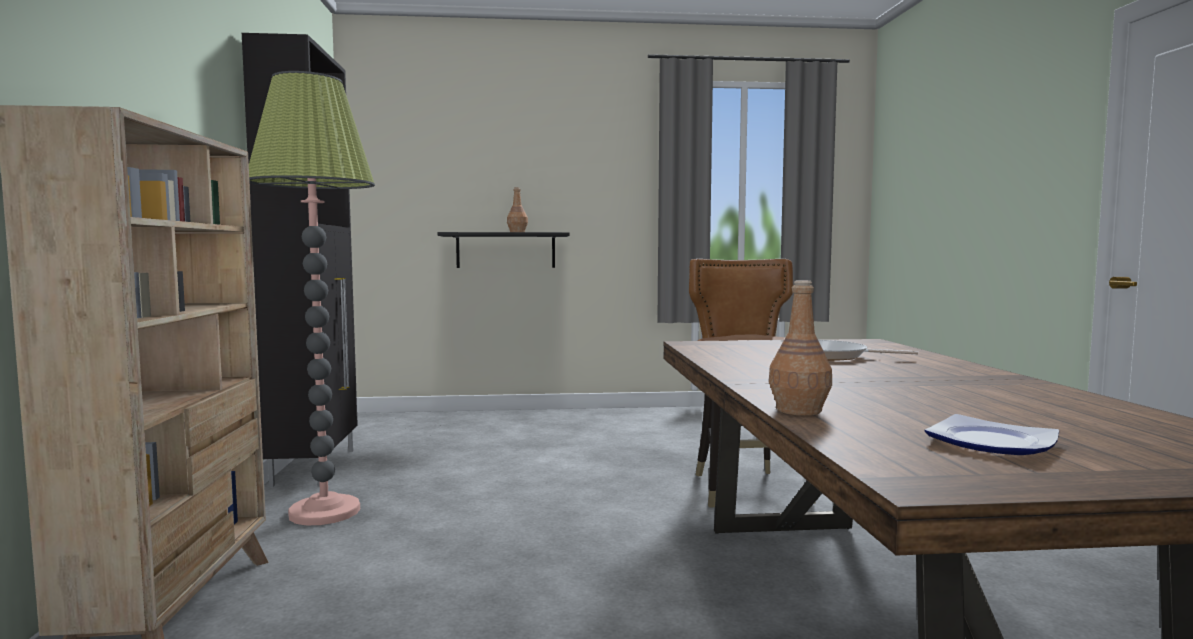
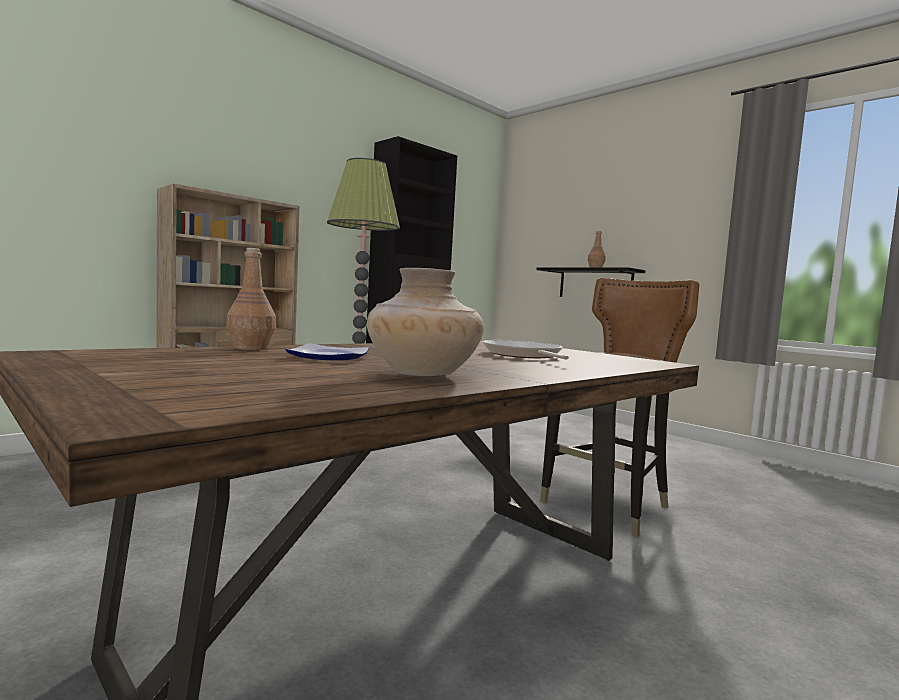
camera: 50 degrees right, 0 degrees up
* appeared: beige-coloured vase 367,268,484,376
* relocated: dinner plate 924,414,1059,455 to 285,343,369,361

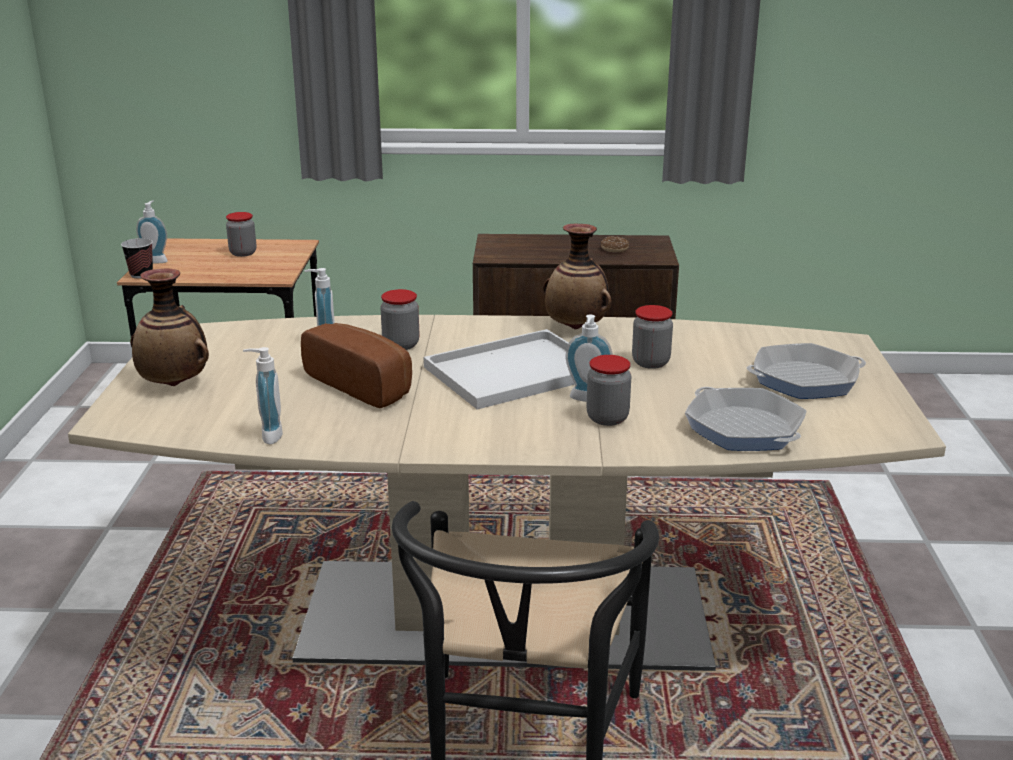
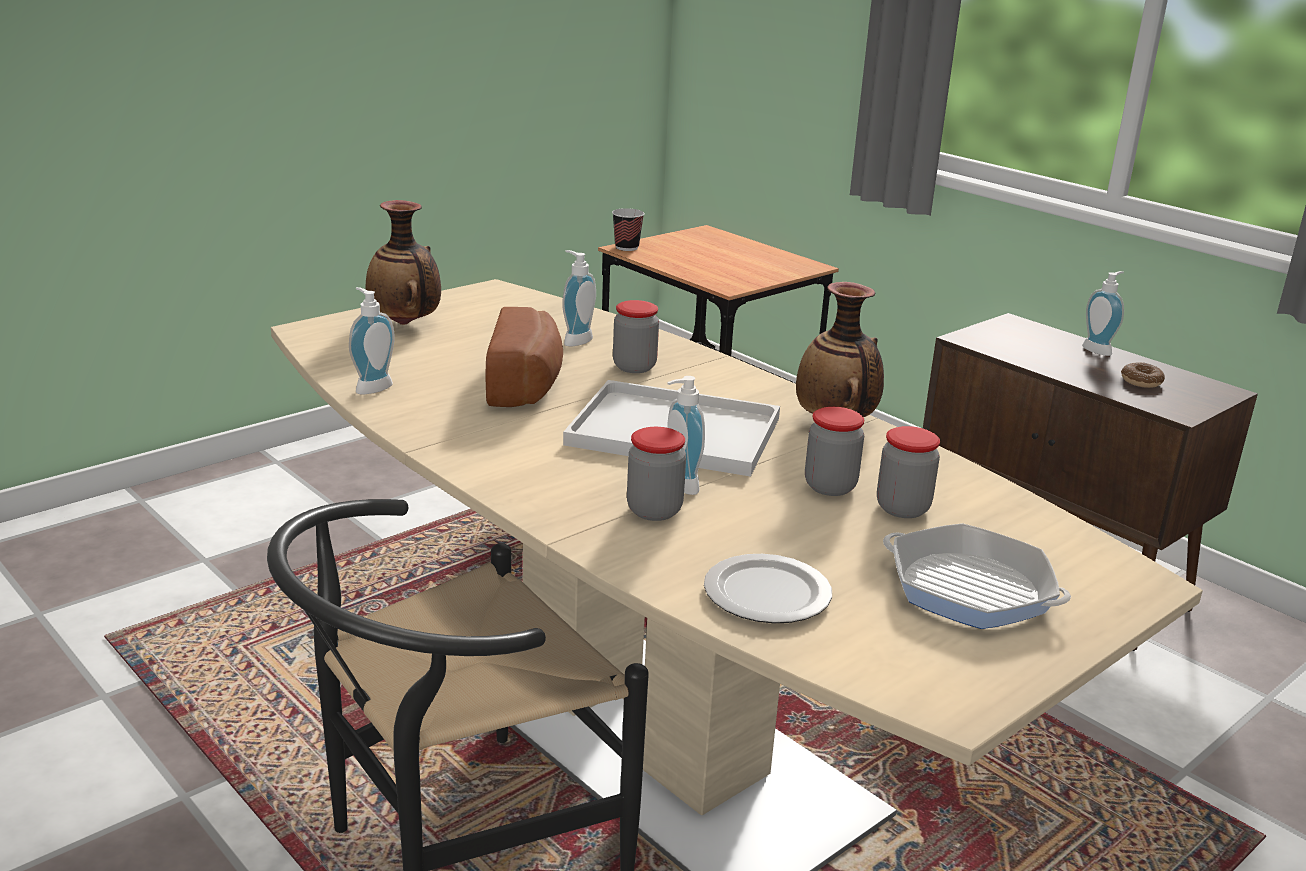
camera: 45 degrees right, 0 degrees up
* relocated: soap dispenser 136,200,168,263 to 1082,271,1124,356
* relocated: preserve jar 226,212,256,257 to 877,426,940,518
* exchanged: frying pan 685,387,806,451 to dinner plate 704,554,832,624

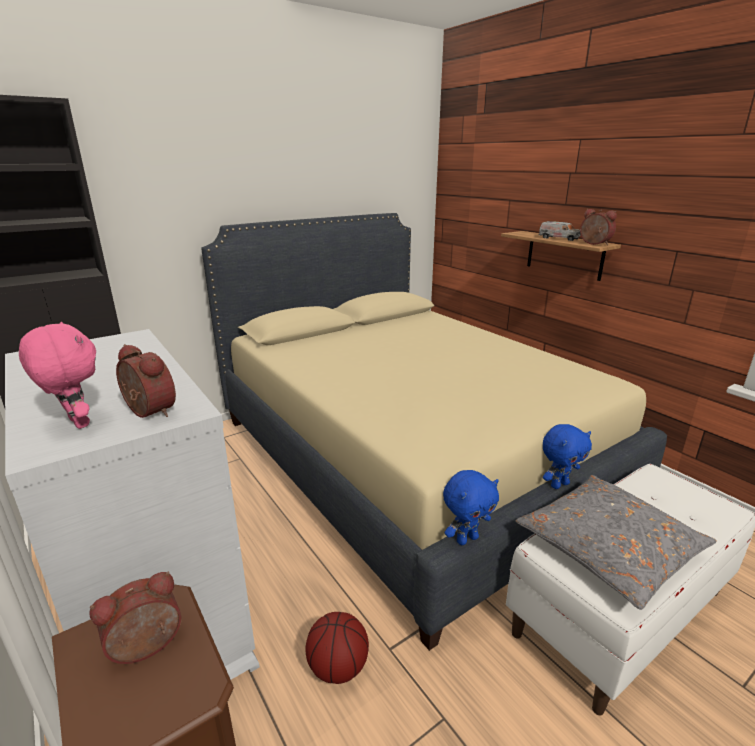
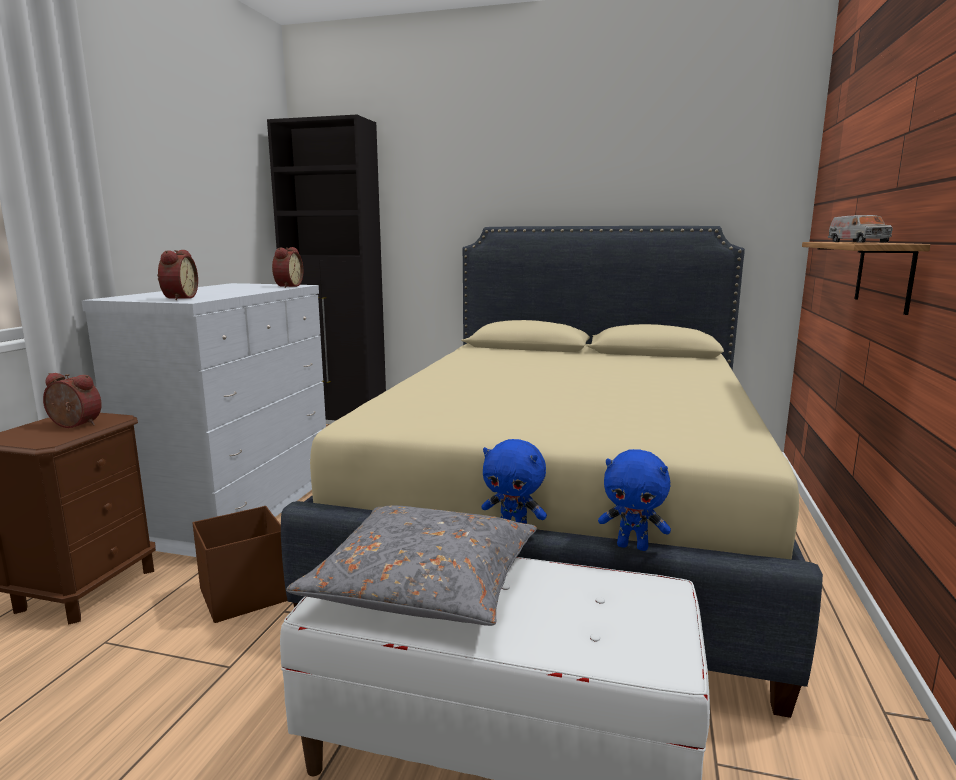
camera: 50 degrees right, 10 degrees down
* missing: pink-coloured plush toy 19,322,96,429
* relocated: blue-coloured plush toy 443,470,499,545 to 598,449,671,551
* relocated: table clock 580,209,617,245 to 272,247,303,288
* exchanged: basketball 306,612,369,684 to brown-coloured storage box 192,506,288,623

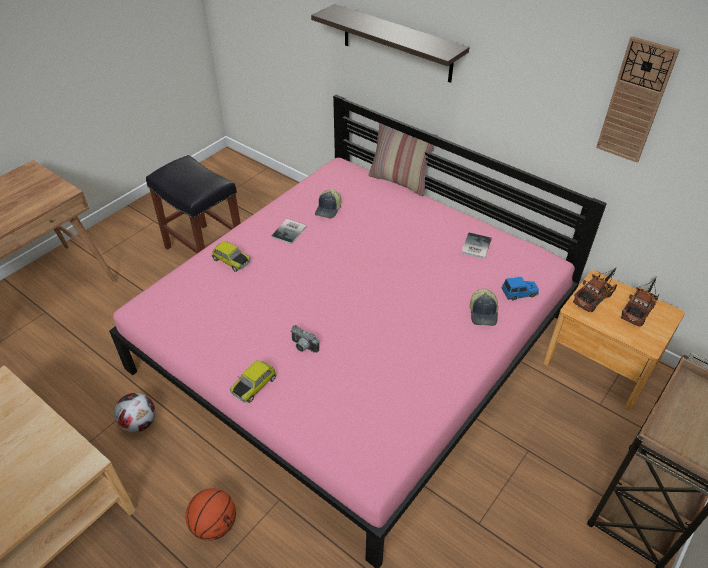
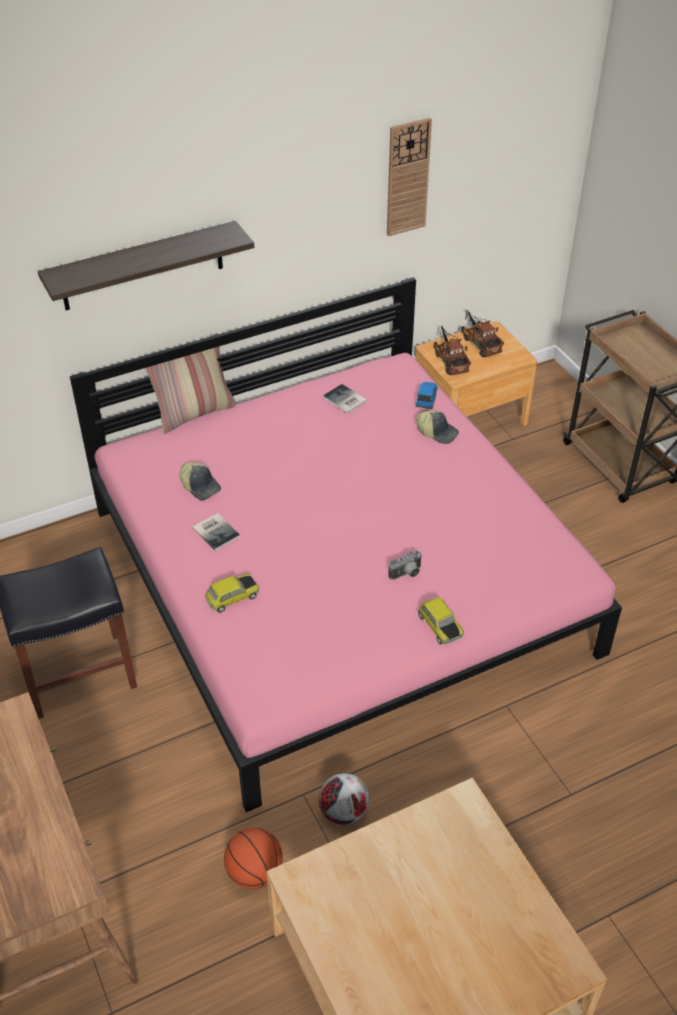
camera: 65 degrees left, 0 degrees up
* relocated: basketball 186,488,236,541 to 224,828,283,889

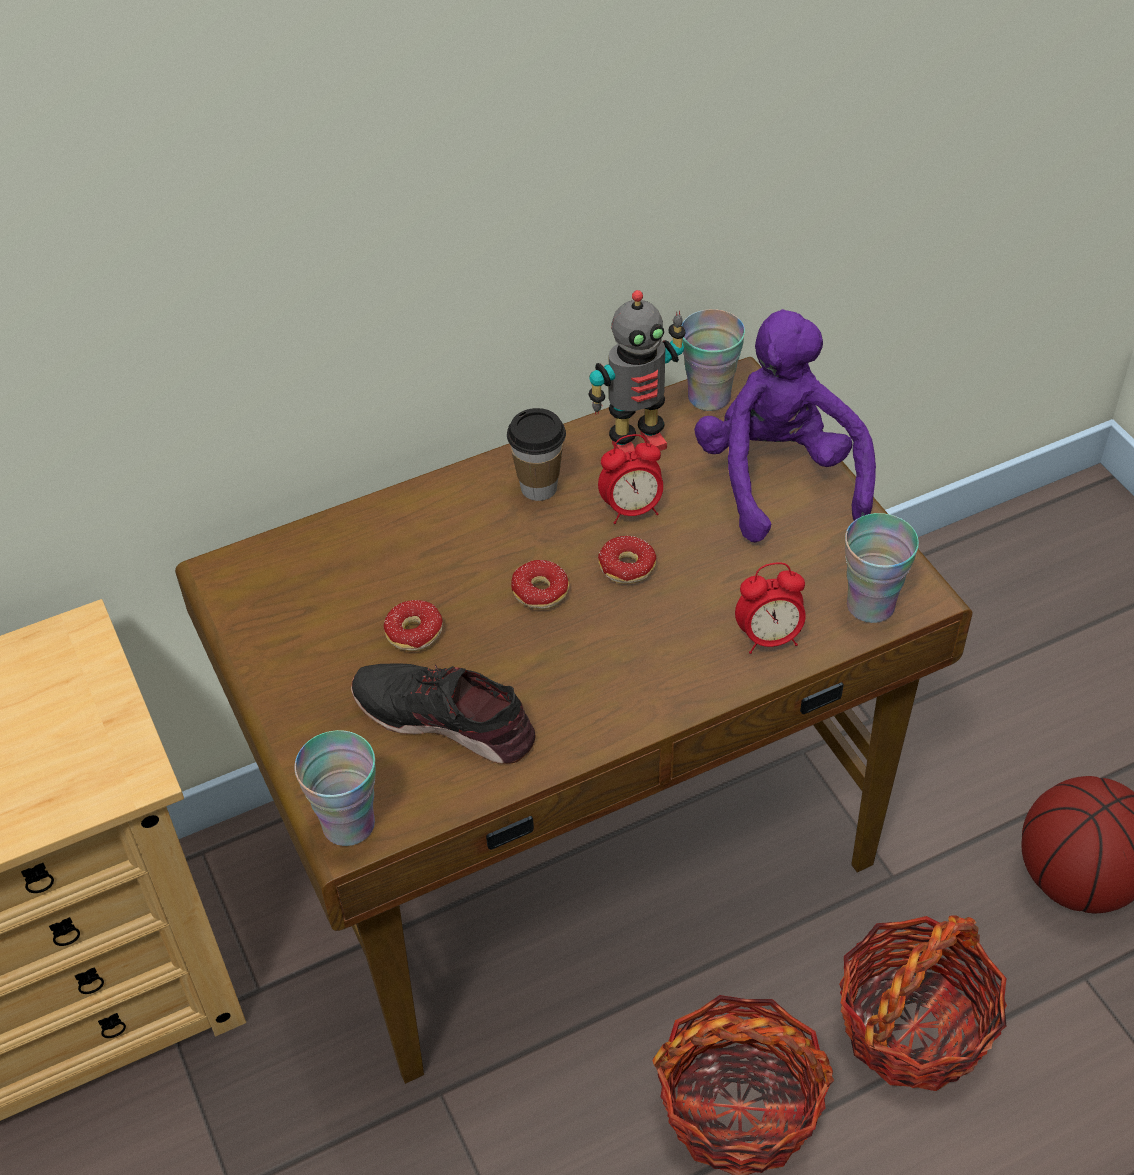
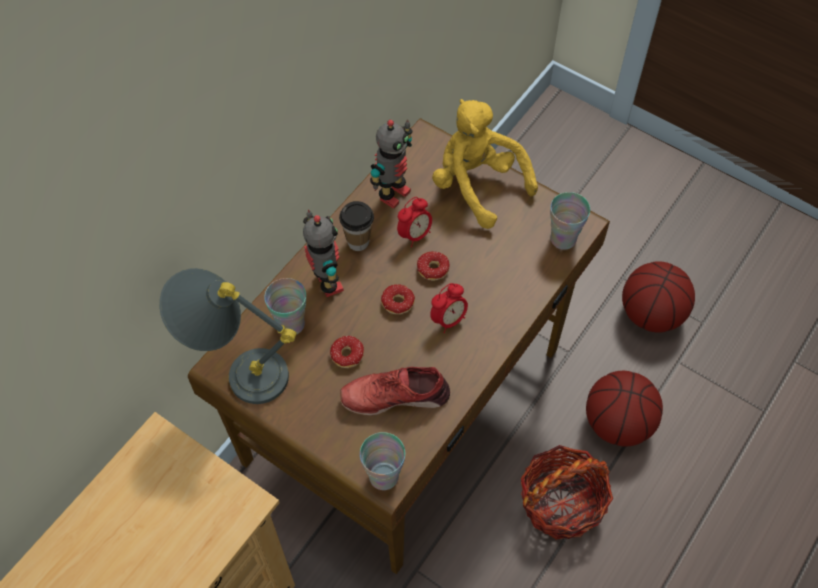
camera: 30 degrees left, 10 degrees up
* appeared: grey table lamp 159,268,297,404
* appeared: robot figure 303,210,344,297
* relocated: small cup 682,309,745,411 to 264,278,306,335
* relocated: table clock 735,562,806,654 to 430,283,468,333
* exchanged: household basket 839,915,1007,1091 to basketball 586,371,663,447
* colour: black item of footwear 351,663,535,764 to reddish item of footwear 340,367,450,416
* colour: purple plush toy 694,309,876,543 to yellow plush toy 432,99,538,229

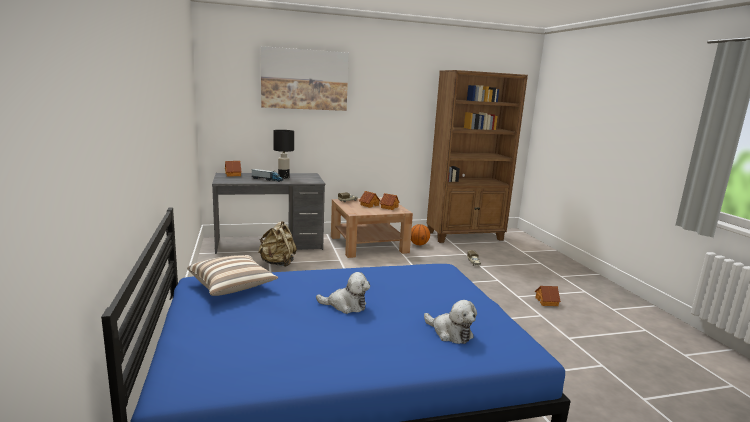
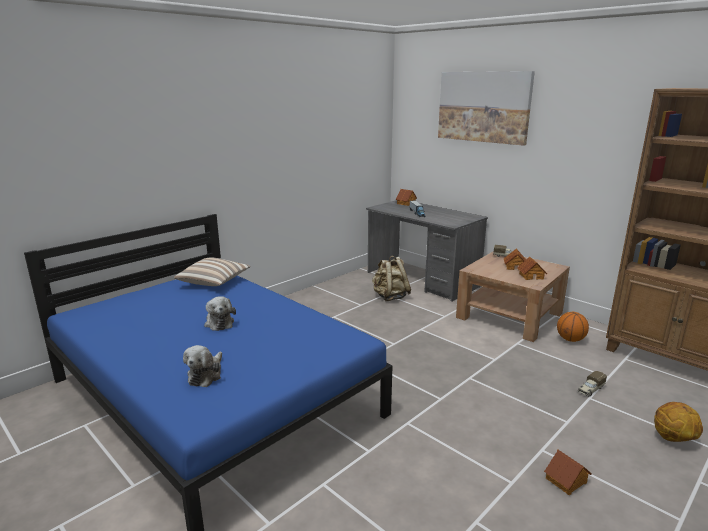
camera: 60 degrees right, 5 degrees up
* missing: black table lamp 273,130,294,179
* appeared: basketball 654,402,703,442

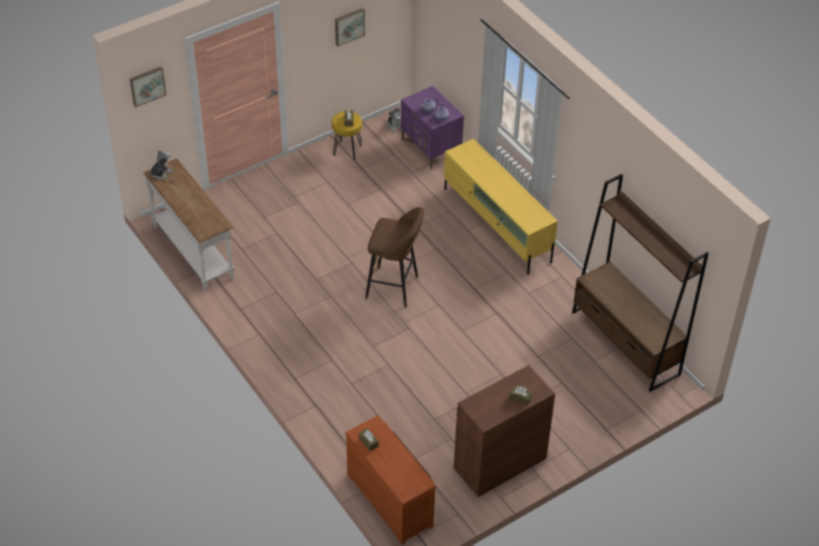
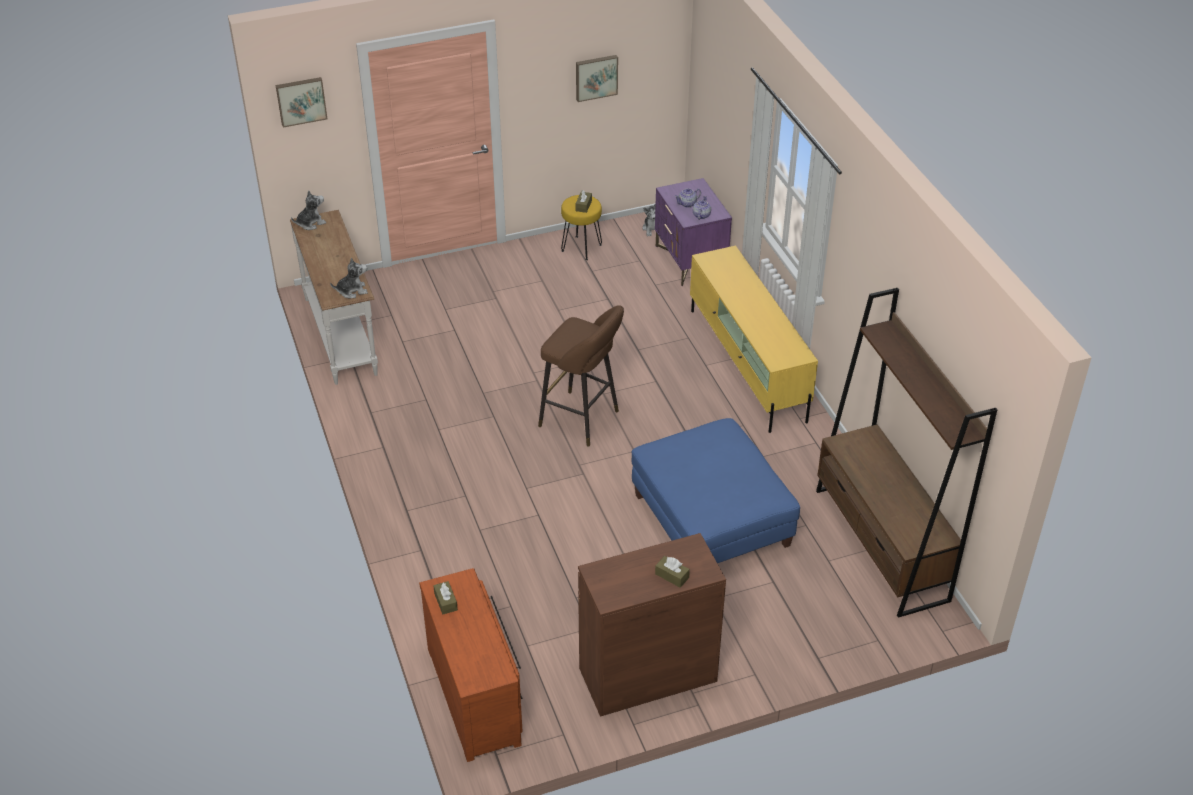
camera: 15 degrees right, 5 degrees down
* appeared: plush toy 330,257,368,298
* appeared: blue-coloured footrest 632,418,800,563

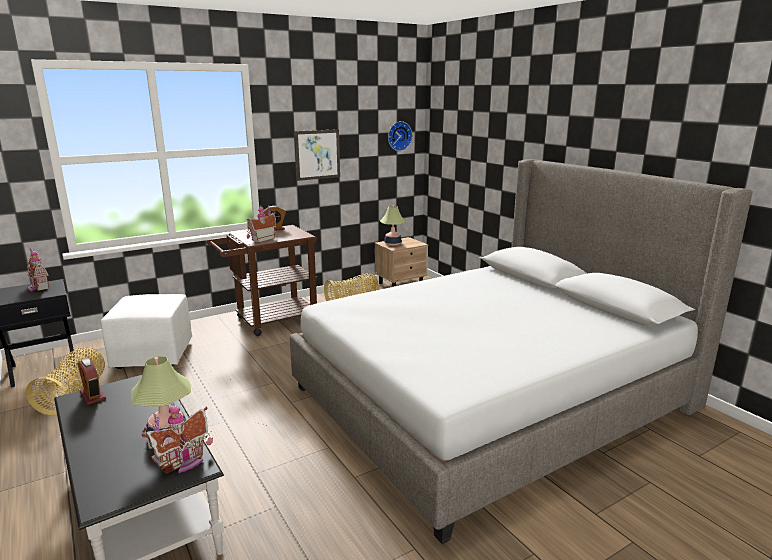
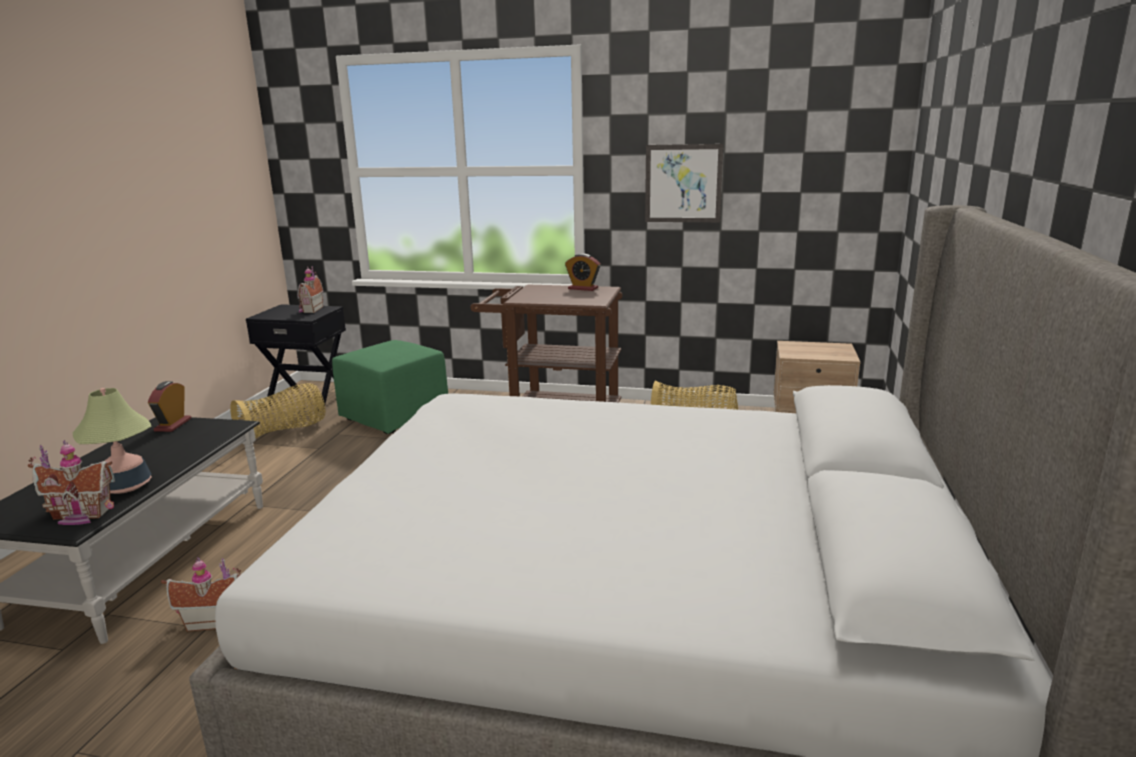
camera: 45 degrees right, 0 degrees up
* missing: table lamp 380,205,406,246
* missing: clock on the wall 388,121,412,151
* relocated: miniature house 247,205,276,243 to 161,557,241,632
* colour: white footrest 101,294,192,369 to greenish footrest 332,340,448,434

